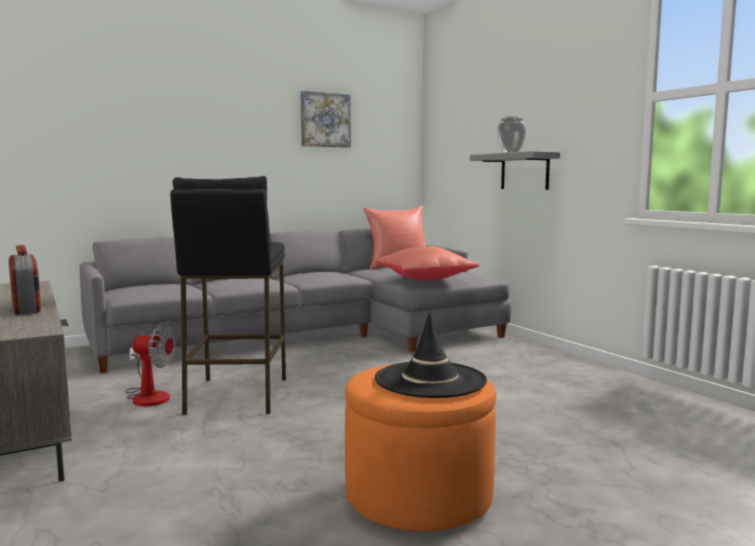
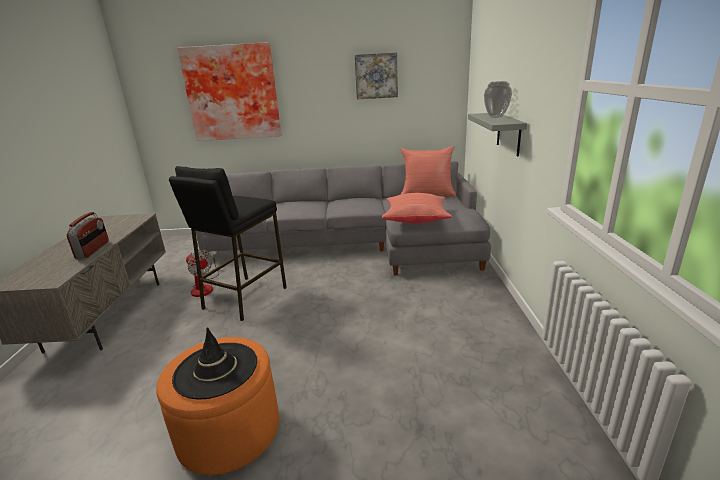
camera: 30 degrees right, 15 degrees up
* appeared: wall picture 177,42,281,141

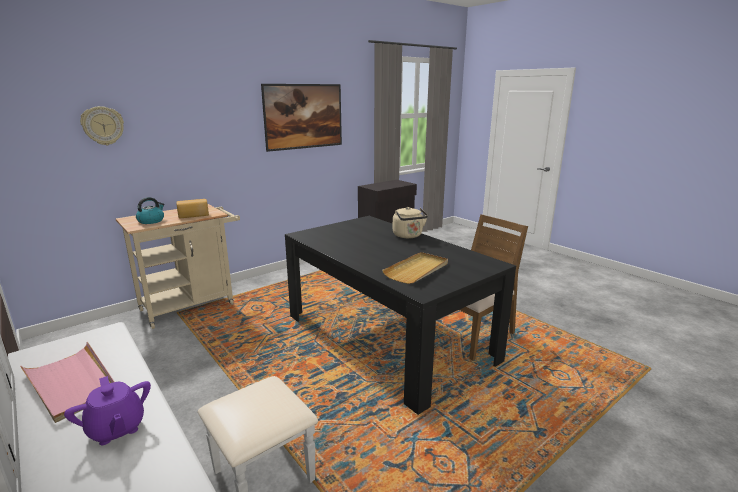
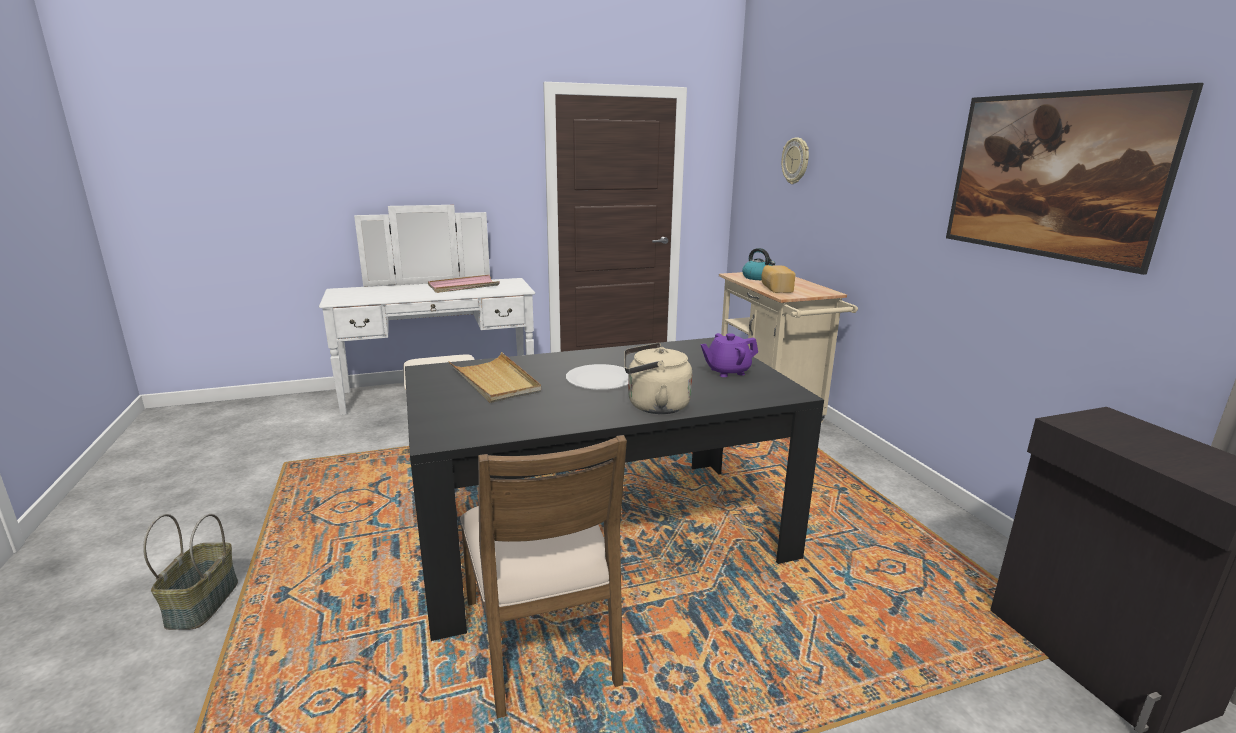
camera: 110 degrees right, 0 degrees up
* appeared: household basket 143,514,238,630
* appeared: white dinner plate 566,364,629,390
* relocated: purple teapot 64,376,151,445 to 700,333,758,377

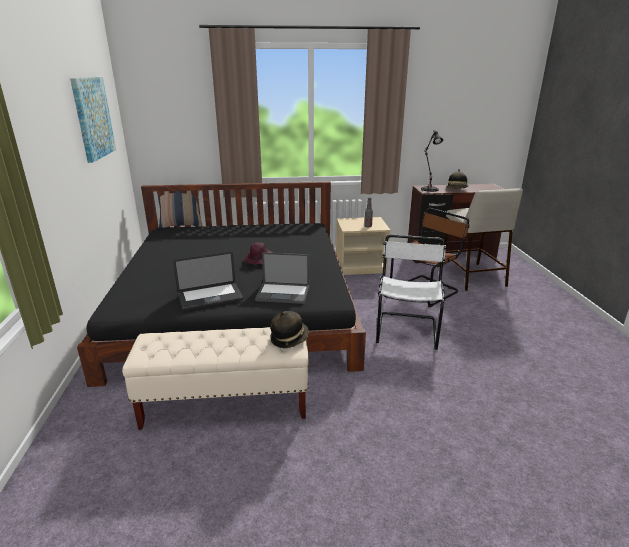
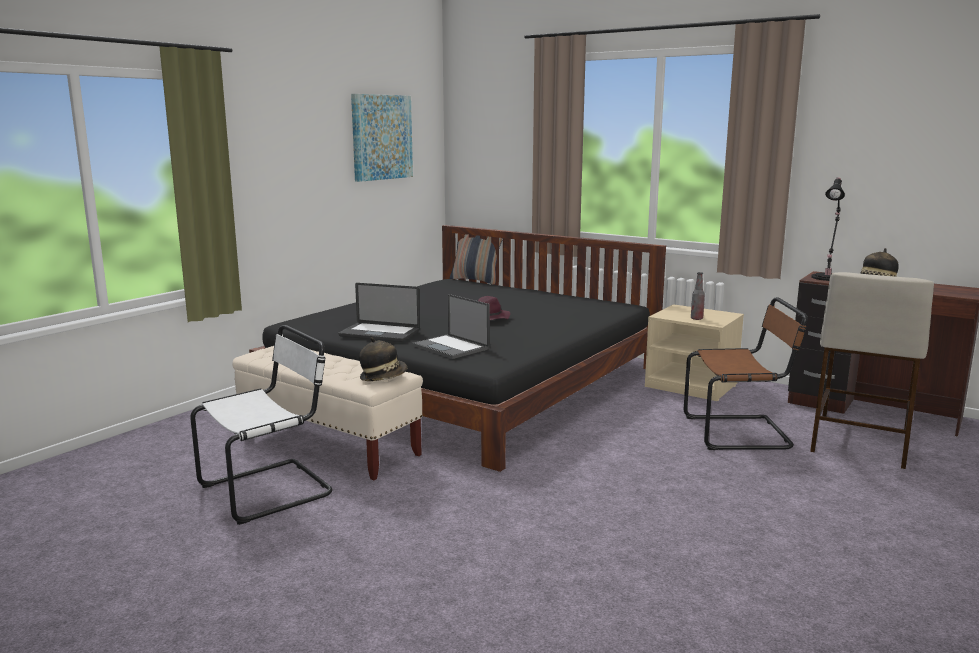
camera: 40 degrees right, 10 degrees down
* relocated: white chair 376,235,447,350 to 190,325,333,525

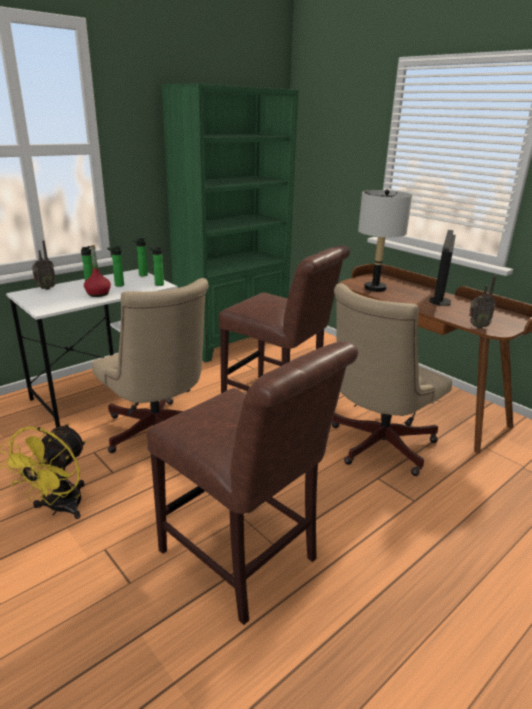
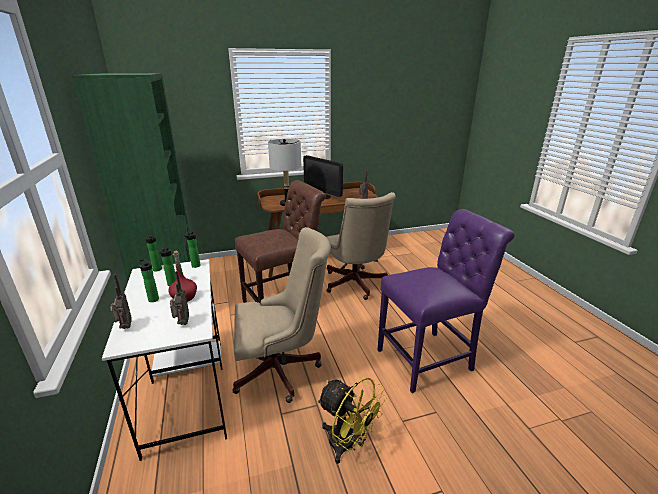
camera: 65 degrees left, 0 degrees up
* appeared: radio set 170,271,189,325
* colour: brown-coloured chair 146,342,358,625 to purple chair 378,209,515,393

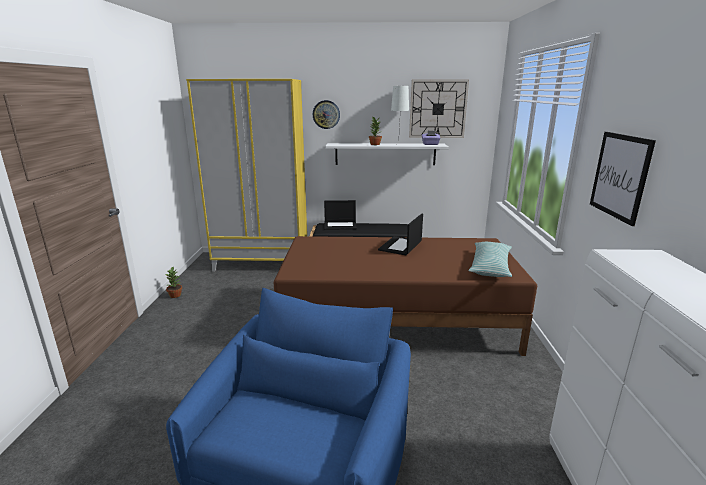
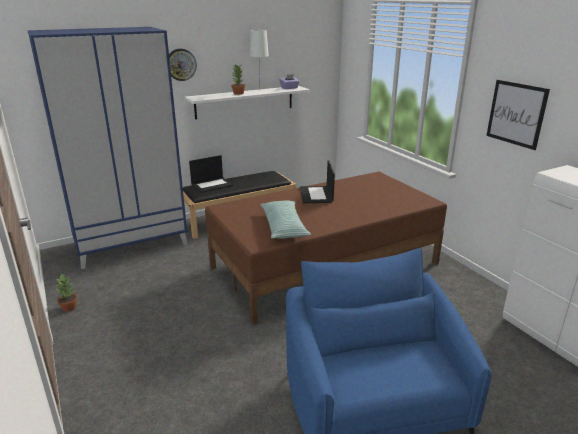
camera: 30 degrees left, 5 degrees up
* missing: clock on the wall 409,80,469,138
* relocated: throw pillow 469,242,512,277 to 260,200,311,239
* colour: yellow wardrobe 186,79,307,272 to blue-coloured wardrobe 27,27,188,269

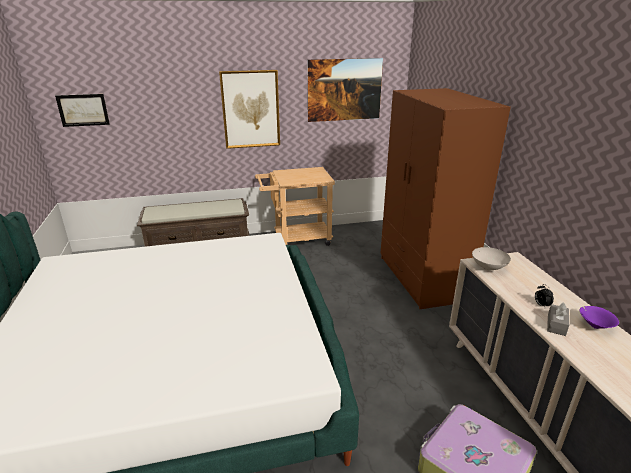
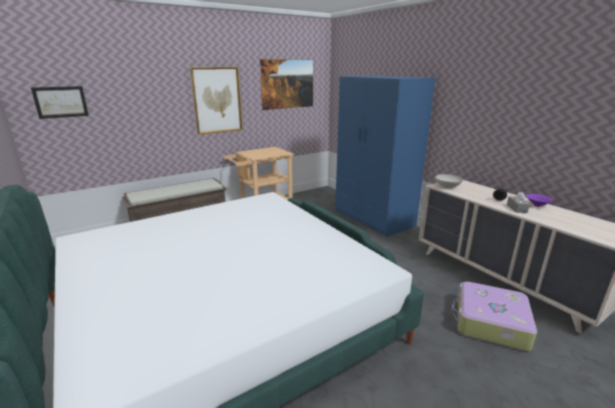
camera: 20 degrees left, 5 degrees down
* colour: brown-coloured wardrobe 381,88,511,309 to blue-coloured wardrobe 335,76,435,237

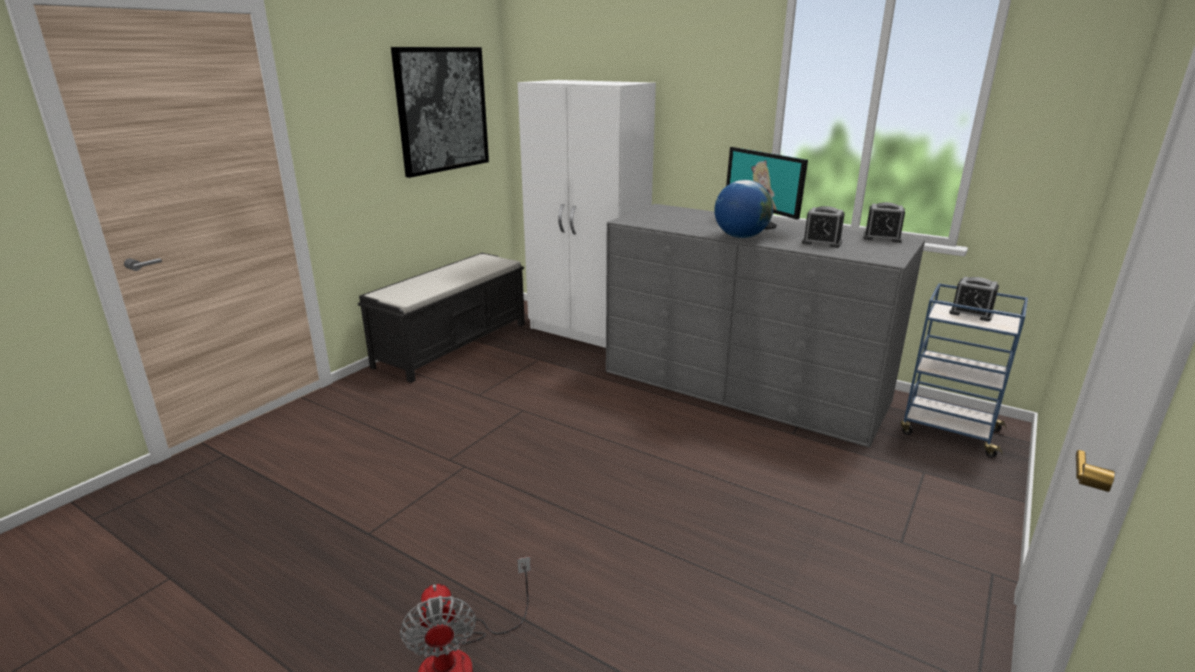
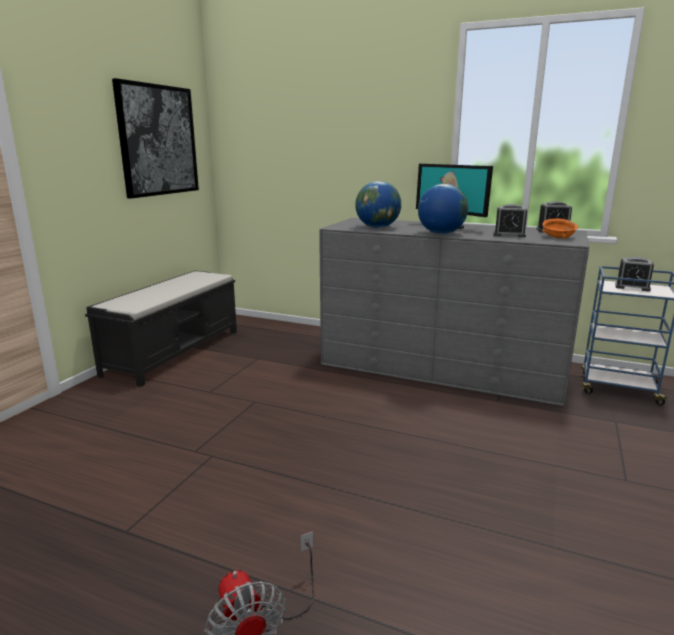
camera: 10 degrees left, 5 degrees down
* missing: white wardrobe 518,80,656,348
* appeared: world globe 355,181,401,228
* appeared: orange-coloured deep dish 542,218,578,238

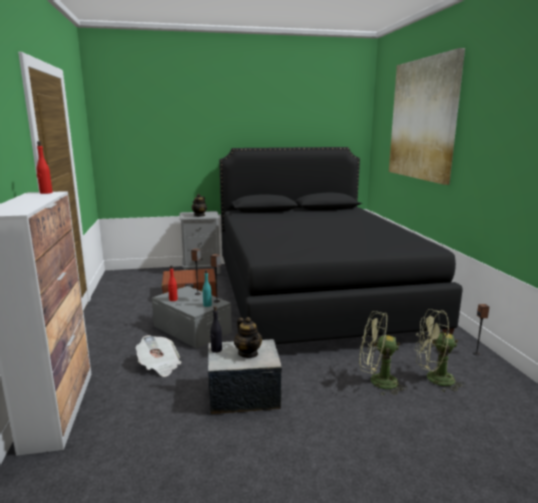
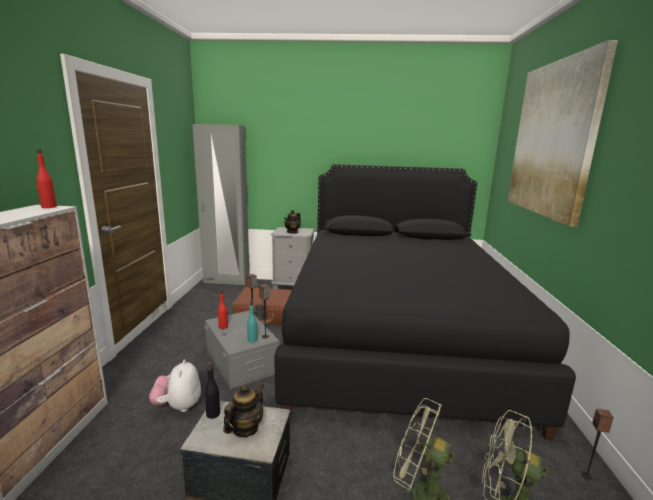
camera: 15 degrees right, 0 degrees up
* appeared: grey wardrobe 192,124,249,285
* exchanged: printed paper 136,335,182,377 to plush toy 149,360,201,412
* spun: teapot 234,317,262,358 = 223,383,264,437 135 degrees counterclockwise

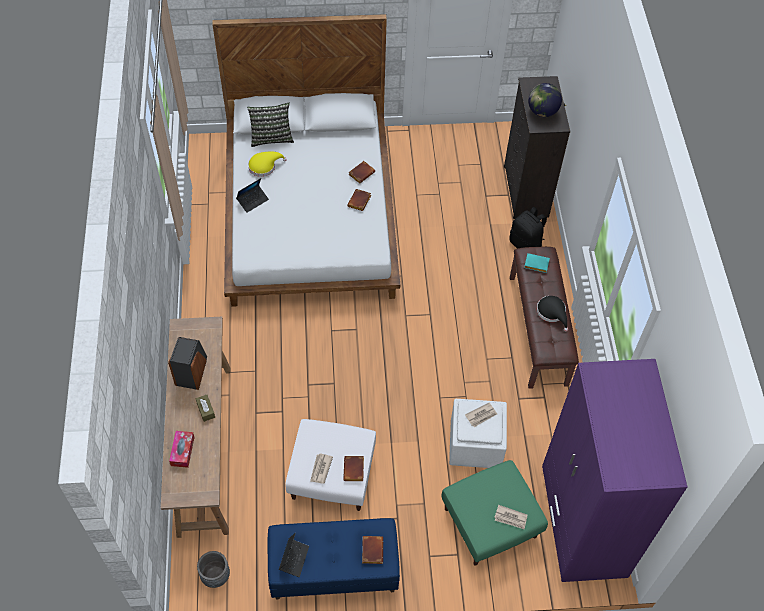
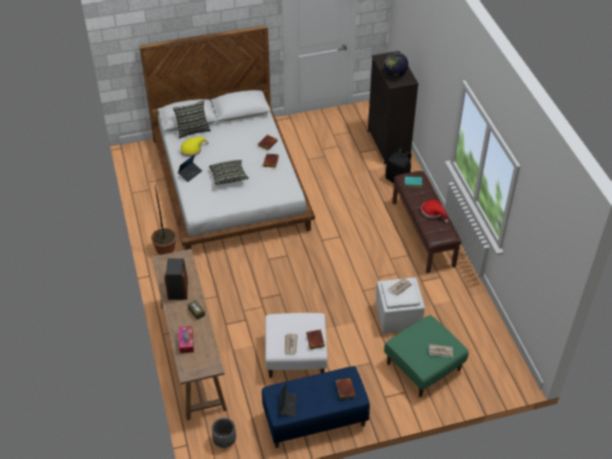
camera: 10 degrees left, 10 degrees down
* missing: purple wardrobe 542,359,687,582
* appeared: plant in a pot 151,185,176,255
* appeared: throw pillow 209,160,249,185
* colour: black wearable hat 537,296,568,332 to reddish wearable hat 421,200,448,223

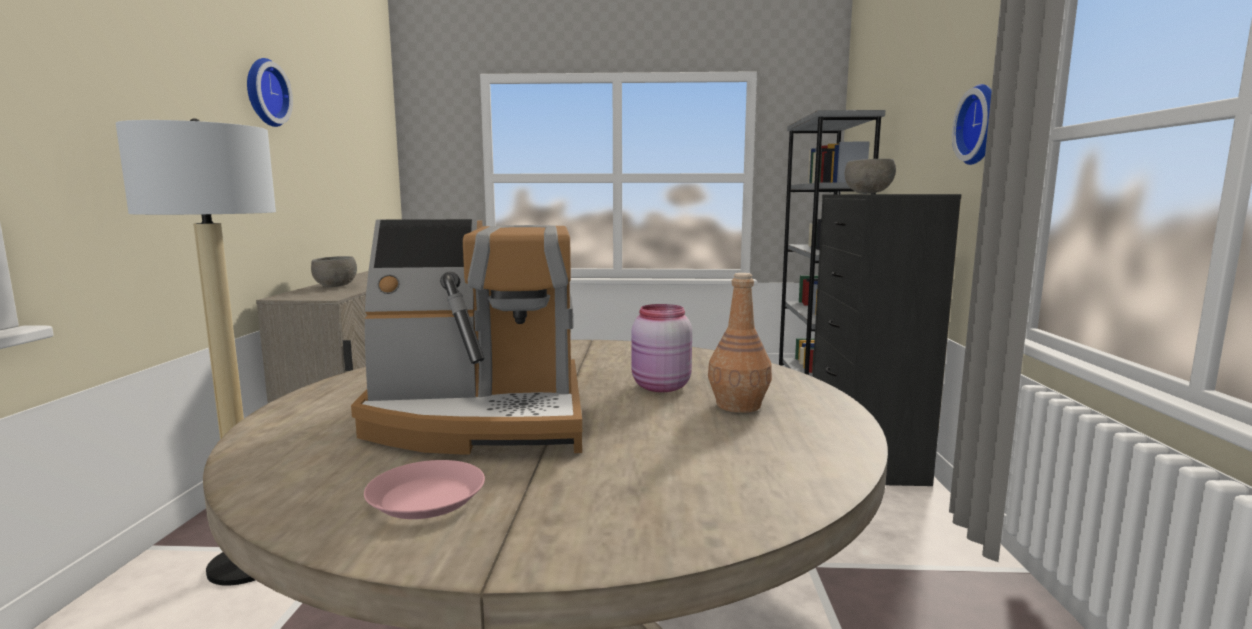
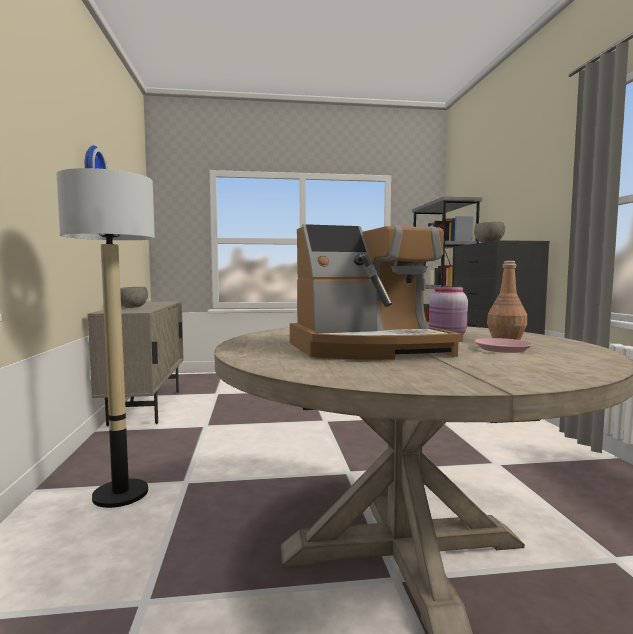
camera: 10 degrees left, 5 degrees down
* missing: clock on the wall 952,84,992,165
* relocated: pink-coloured dinner plate 364,460,485,519 to 475,338,533,353

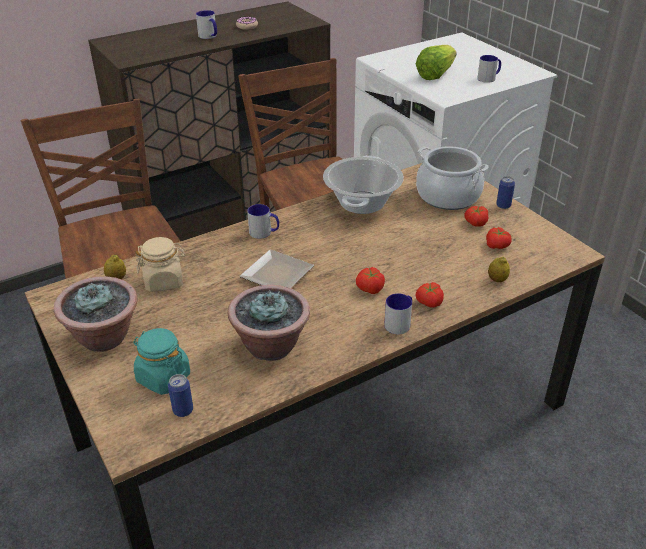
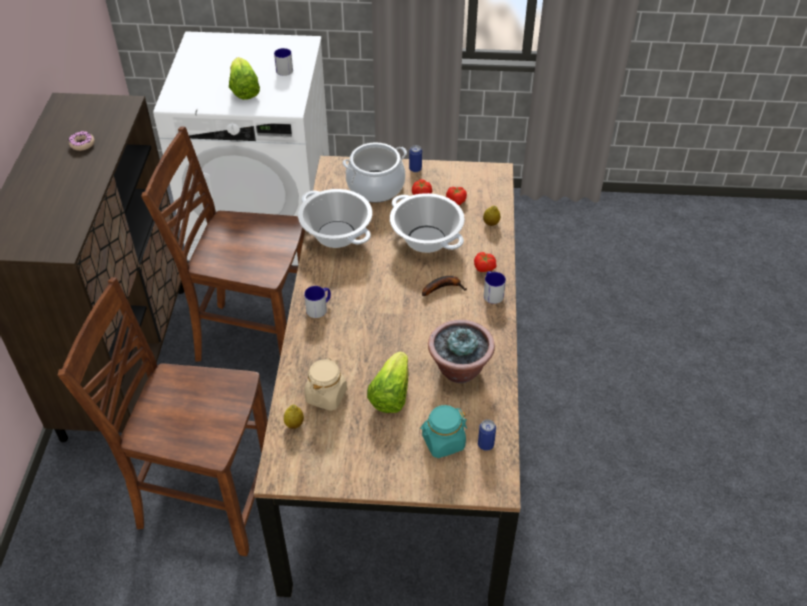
camera: 55 degrees left, 10 degrees up
* missing: plant in a pot 54,276,137,352
* missing: mug 196,10,217,39
* missing: dinner plate 240,249,314,288
* appeared: lettuce head 367,352,409,413
* appeared: cooking pot 390,193,465,253
* exchanged: tomato 356,267,385,294 to banana fruit 422,276,467,297

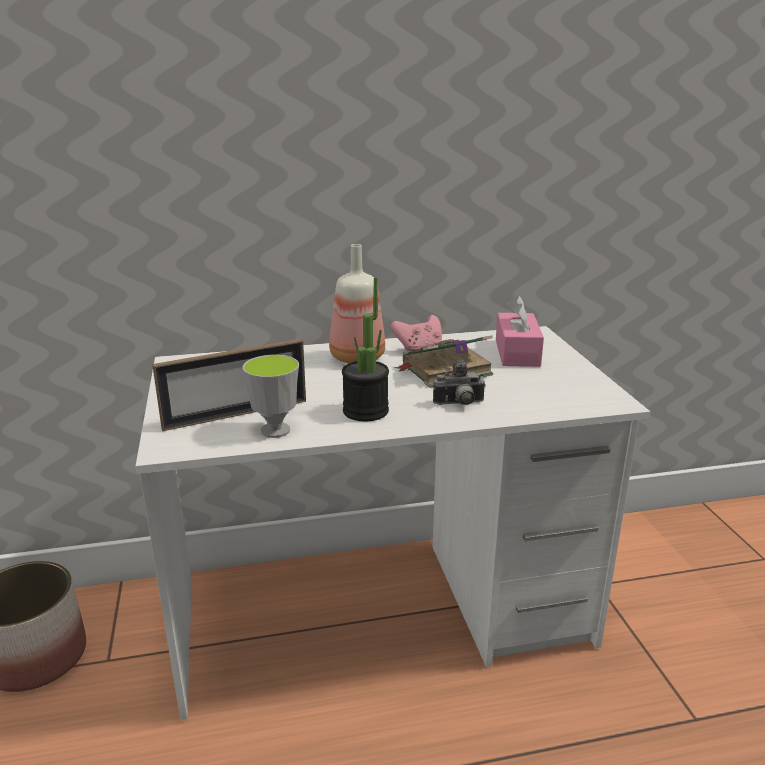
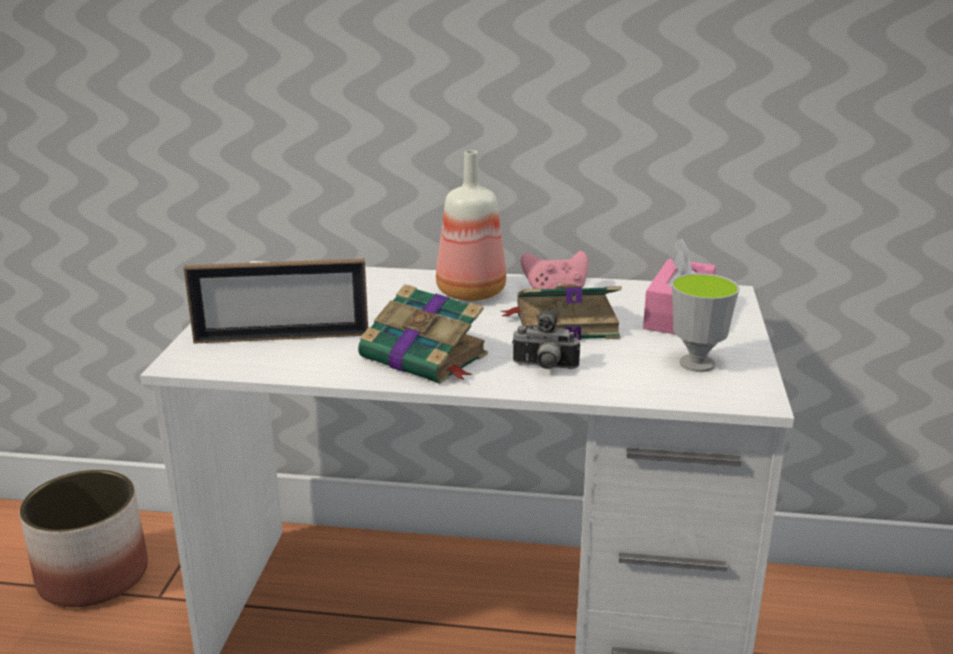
camera: 20 degrees right, 0 degrees up
* relocated: small cup 242,355,299,438 to 672,273,740,372
* exchanged: plant in a pot 342,277,389,422 to book 358,284,488,384

